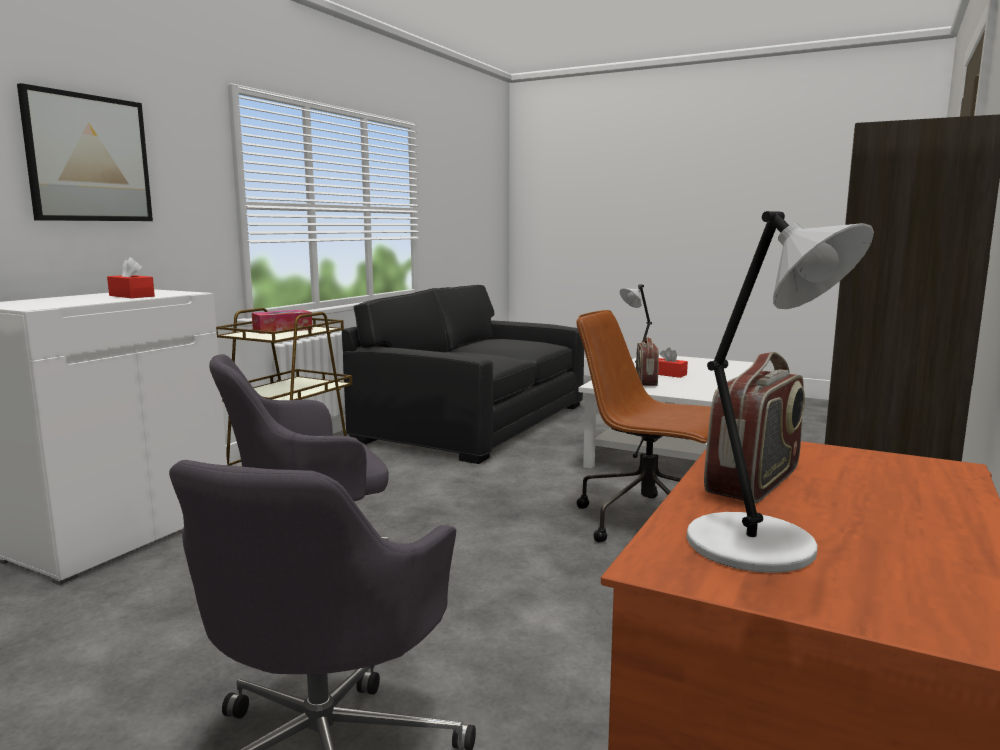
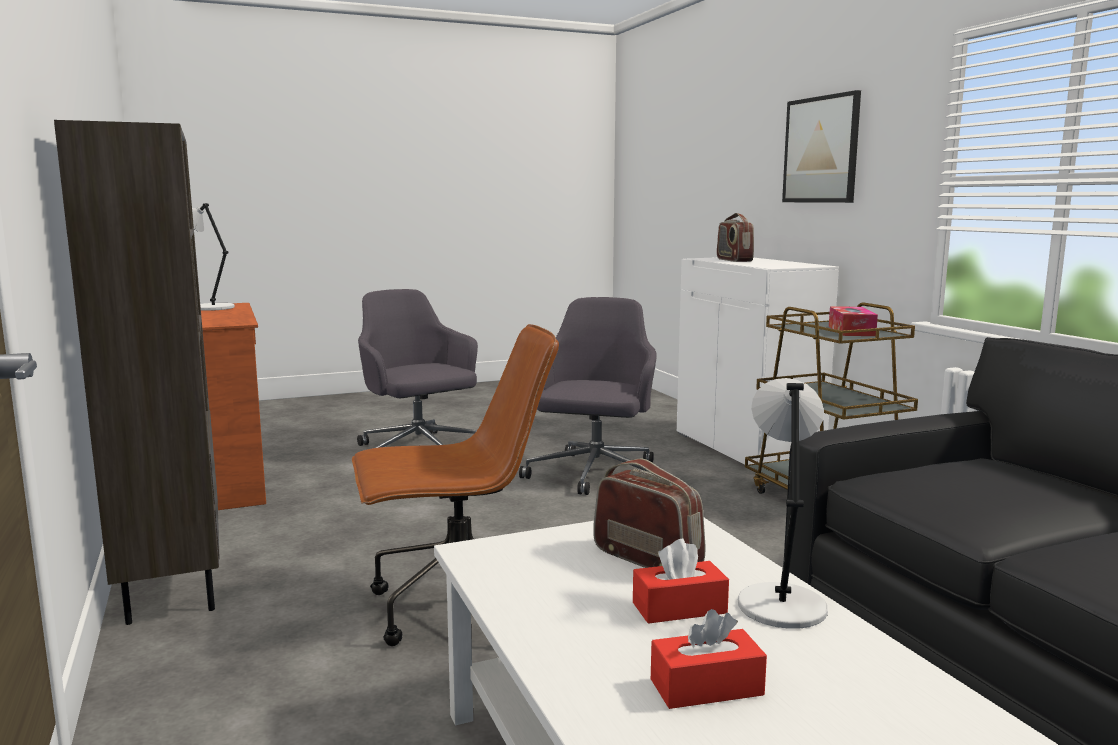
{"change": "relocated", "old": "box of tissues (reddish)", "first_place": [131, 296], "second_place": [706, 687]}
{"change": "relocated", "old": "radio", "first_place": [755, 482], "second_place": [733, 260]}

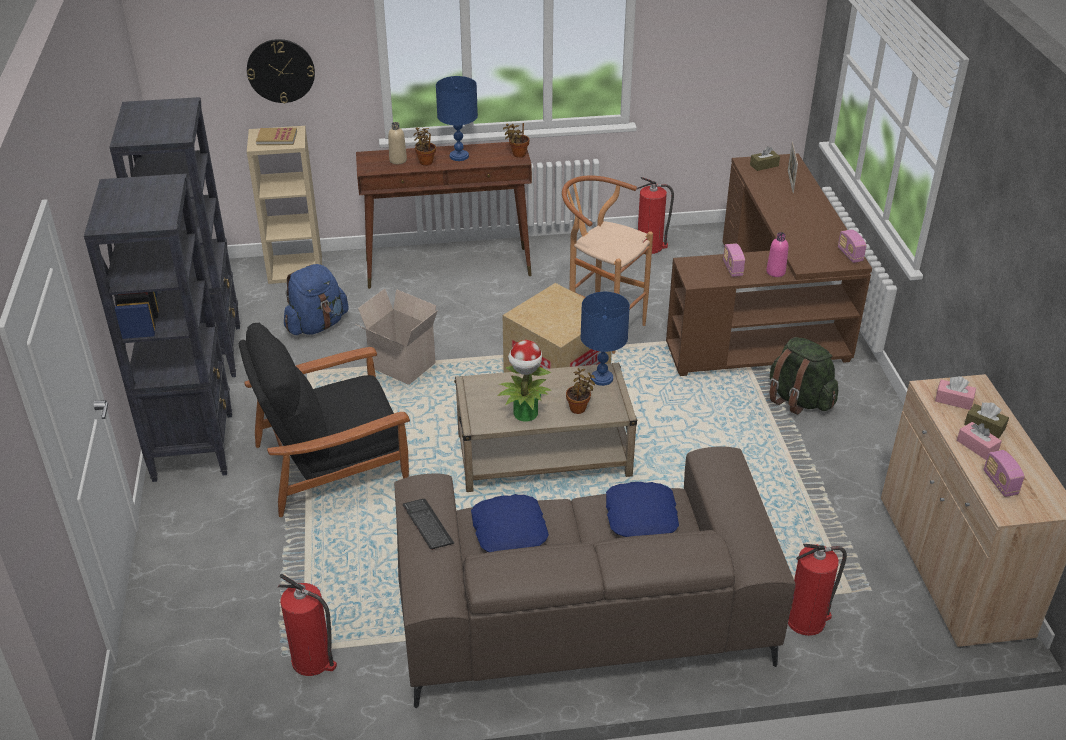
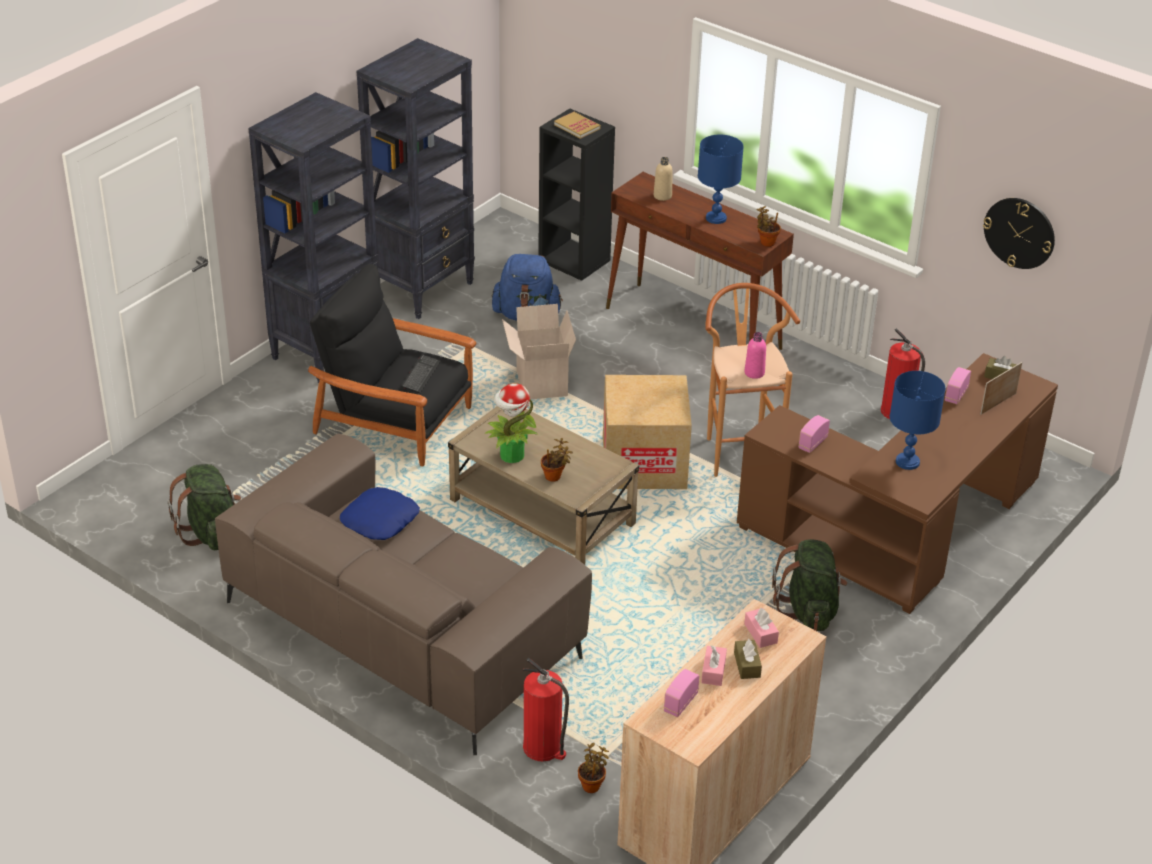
{"change": "relocated", "old": "hanging clock", "first_place": [281, 70], "second_place": [1019, 232]}
{"change": "colour", "old": "bookcase (beige)", "new": "bookcase (black)", "first_place": [296, 269], "second_place": [575, 260]}
{"change": "exchanged", "old": "extinguisher", "new": "knapsack (green-coloured)", "first_place": [313, 660], "second_place": [211, 533]}
{"change": "relocated", "old": "computer keyboard", "first_place": [428, 525], "second_place": [421, 375]}
{"change": "relocated", "old": "houseplant", "first_place": [425, 161], "second_place": [592, 785]}
{"change": "relocated", "old": "lamp for a table (bluish)", "first_place": [602, 378], "second_place": [908, 462]}
{"change": "missing", "old": "pillow (bluish)", "first_place": [640, 516]}
{"change": "relocated", "old": "bottle (pink)", "first_place": [775, 272], "second_place": [754, 373]}
{"change": "relocated", "old": "radio", "first_place": [850, 255], "second_place": [956, 395]}

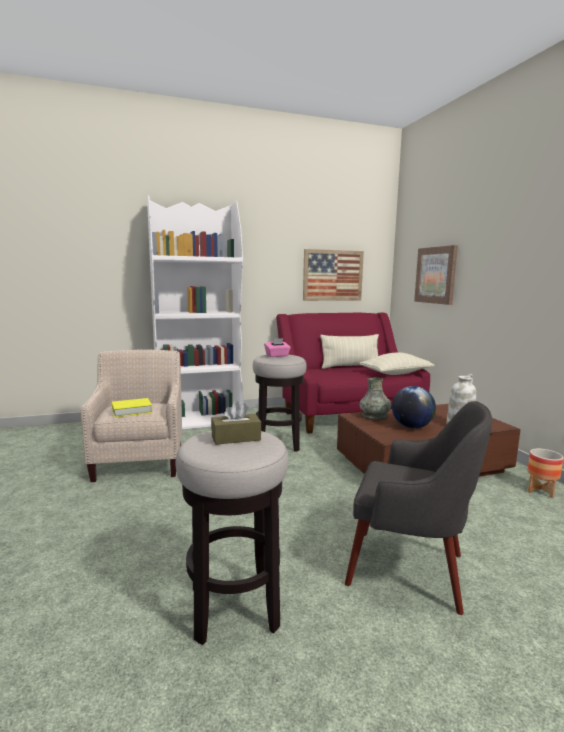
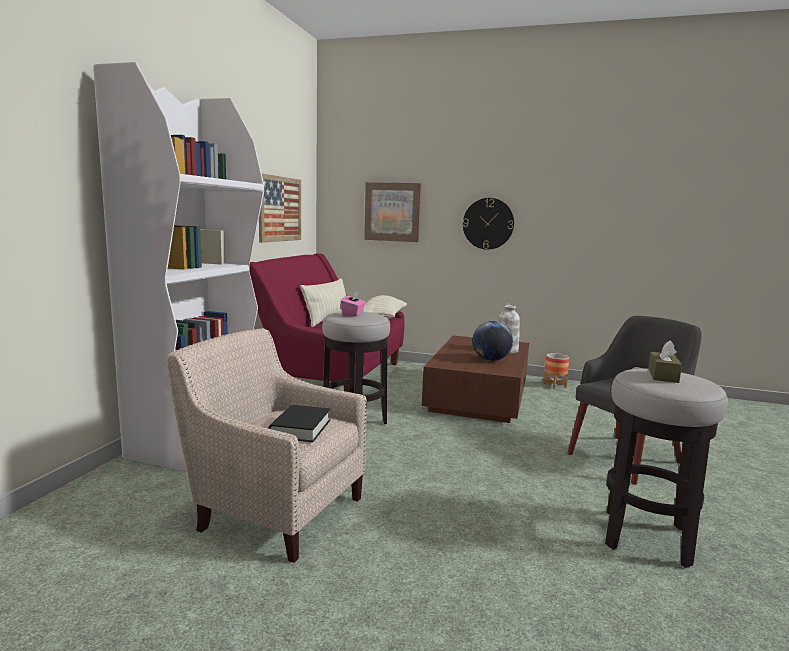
{"change": "colour", "old": "book (yellow-coloured)", "new": "book (black)", "first_place": [132, 411], "second_place": [300, 428]}
{"change": "missing", "old": "flower vase (gray)", "first_place": [374, 416]}
{"change": "appeared", "new": "hanging clock", "second_place": [488, 223]}

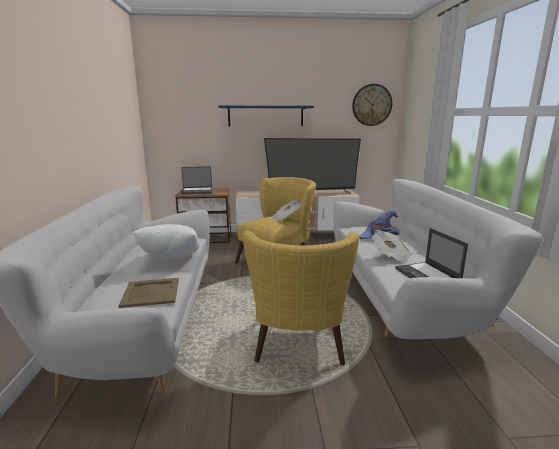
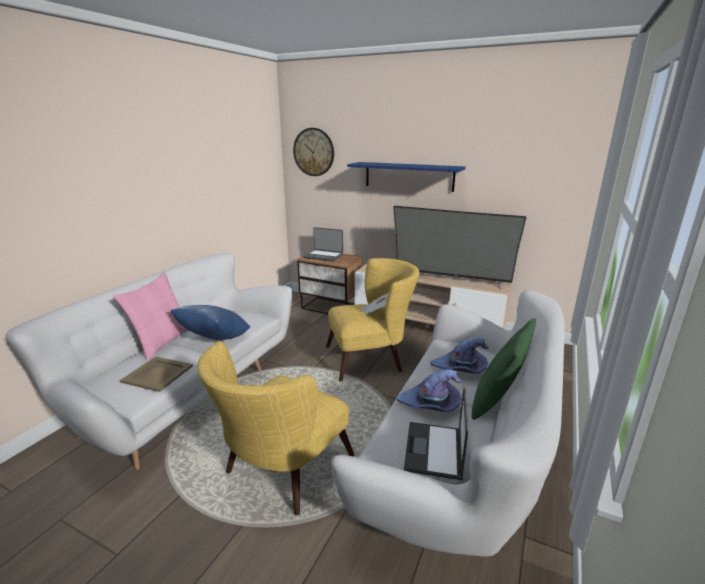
{"change": "colour", "old": "pillow (white)", "new": "pillow (bluish)", "first_place": [171, 260], "second_place": [214, 340]}
{"change": "relocated", "old": "hanging clock", "first_place": [372, 105], "second_place": [314, 152]}
{"change": "exchanged", "old": "printed paper", "new": "wearable hat (purple-coloured)", "first_place": [391, 256], "second_place": [430, 404]}
{"change": "appeared", "new": "pillow (pink)", "second_place": [163, 342]}
{"change": "appeared", "new": "pillow (green-coloured)", "second_place": [497, 400]}

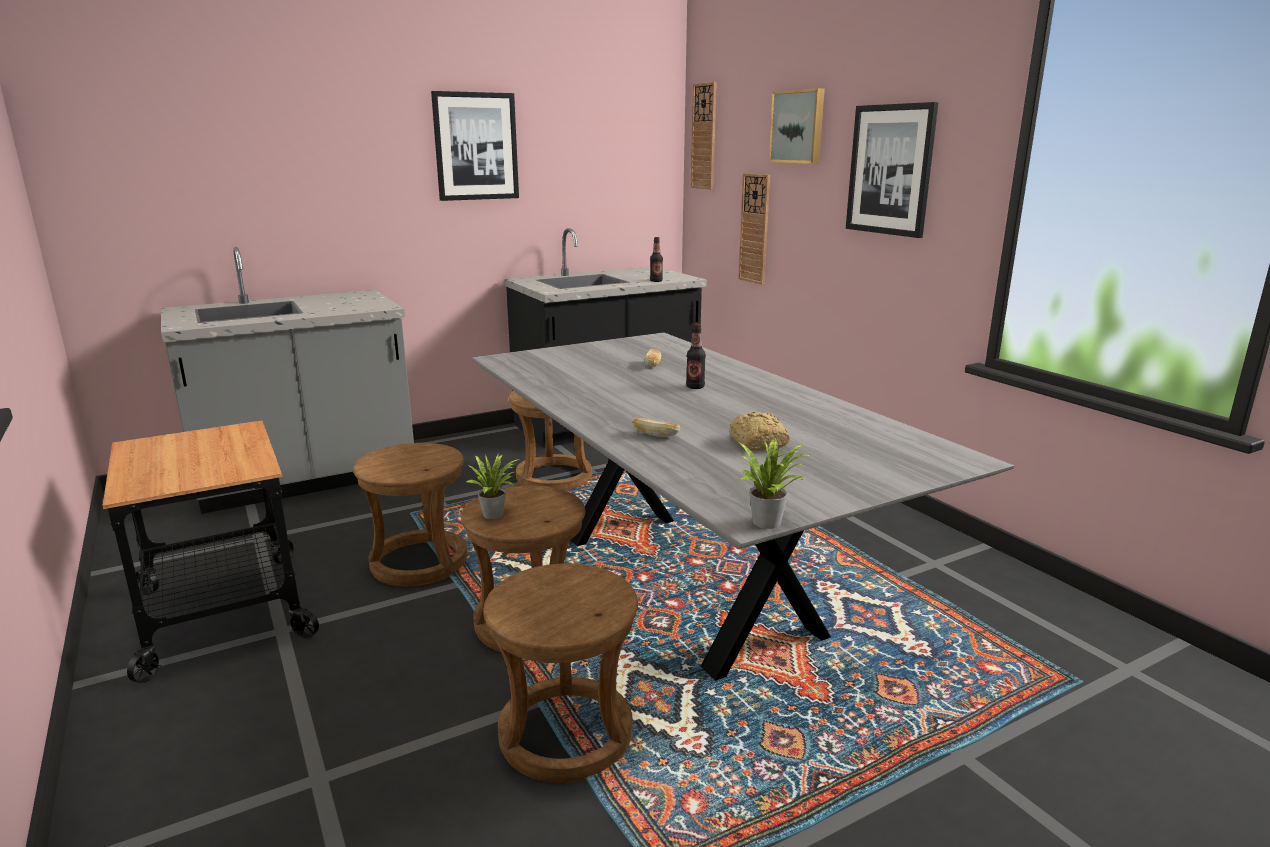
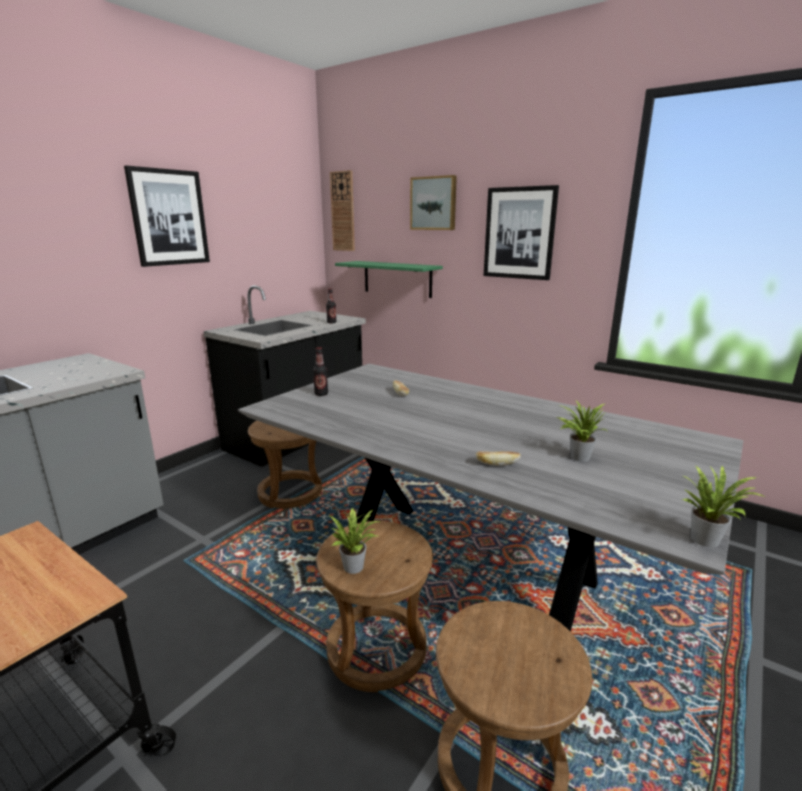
{"change": "missing", "old": "stool seat (brown-coloured)", "first_place": [418, 562]}
{"change": "relocated", "old": "bottle", "first_place": [695, 387], "second_place": [321, 394]}
{"change": "exchanged", "old": "bakery bread", "new": "houseplant", "first_place": [757, 443], "second_place": [577, 456]}
{"change": "exchanged", "old": "hanging clock", "new": "wall shelf (green-coloured)", "first_place": [755, 229], "second_place": [397, 279]}

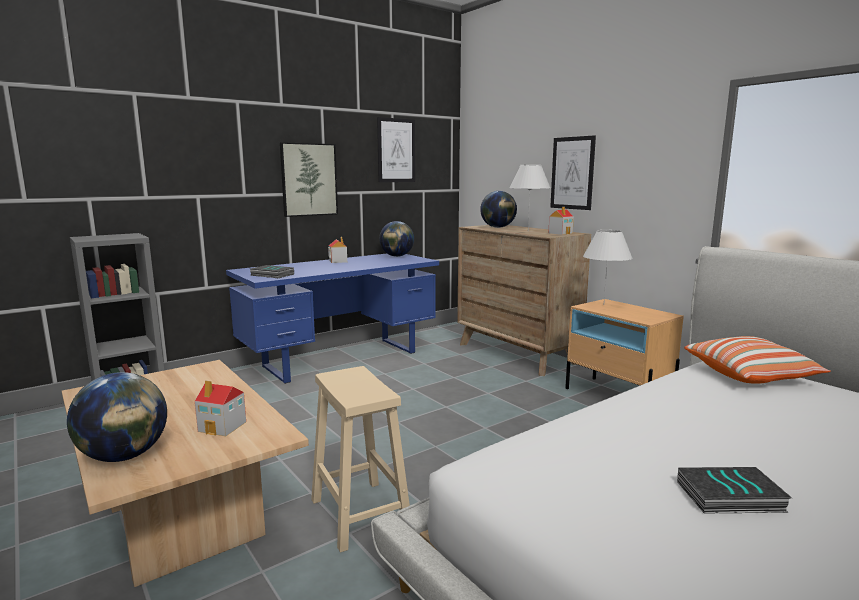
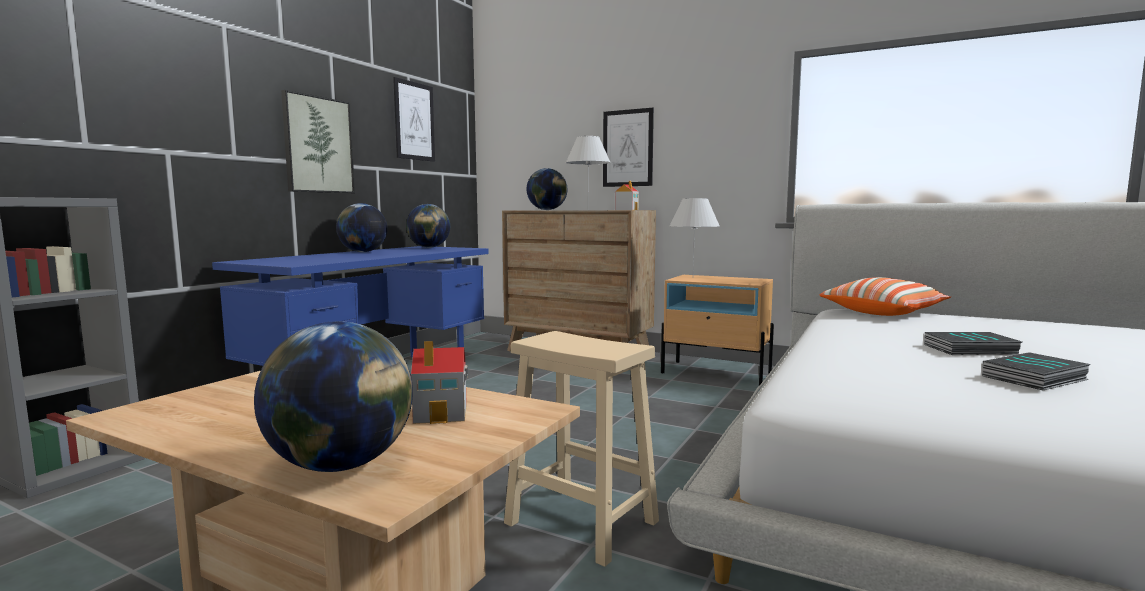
{"change": "relocated", "old": "book", "first_place": [271, 275], "second_place": [970, 350]}
{"change": "exchanged", "old": "miniature house", "new": "world globe", "first_place": [338, 261], "second_place": [363, 252]}

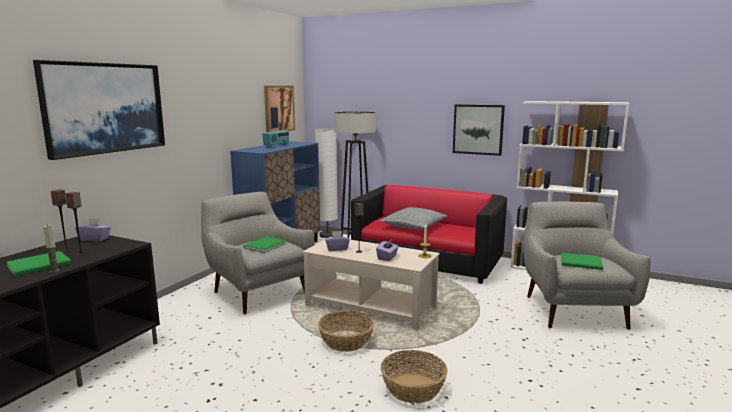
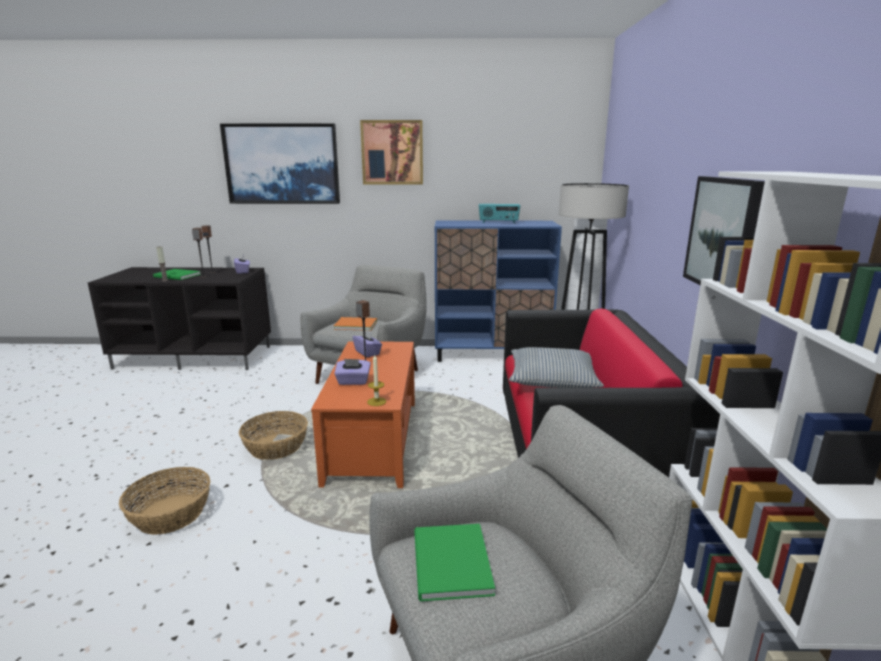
{"change": "colour", "old": "book (green-coloured)", "new": "book (orange)", "first_place": [263, 246], "second_place": [355, 325]}
{"change": "relocated", "old": "wall picture", "first_place": [279, 108], "second_place": [392, 152]}
{"change": "colour", "old": "lounge table (beige)", "new": "lounge table (orange)", "first_place": [370, 307], "second_place": [373, 441]}

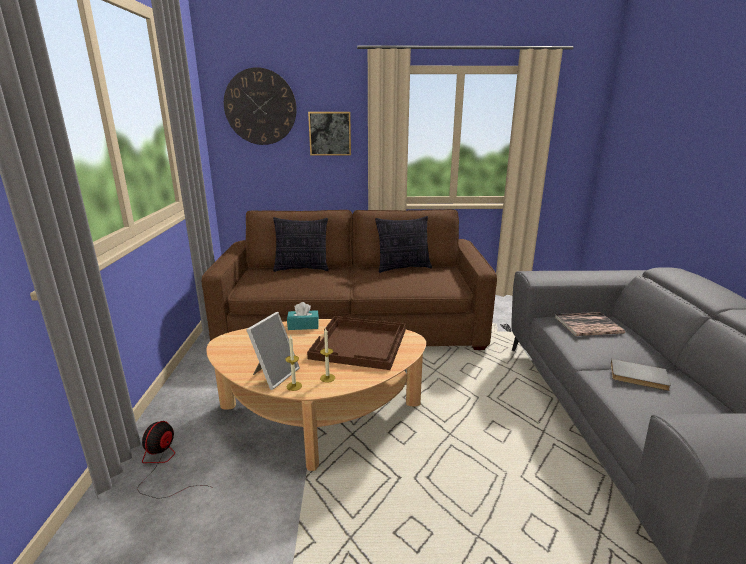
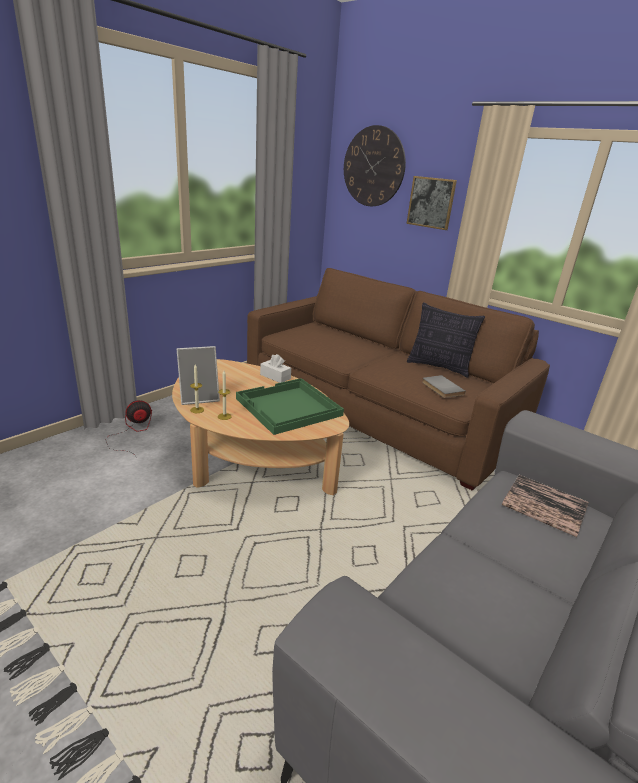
{"change": "missing", "old": "pillow", "first_place": [302, 269]}
{"change": "colour", "old": "box of tissues (turquoise)", "new": "box of tissues (white)", "first_place": [303, 326], "second_place": [275, 376]}
{"change": "colour", "old": "carrying tray (brown-coloured)", "new": "carrying tray (green-coloured)", "first_place": [360, 344], "second_place": [288, 407]}
{"change": "relocated", "old": "book (gray)", "first_place": [638, 377], "second_place": [441, 388]}

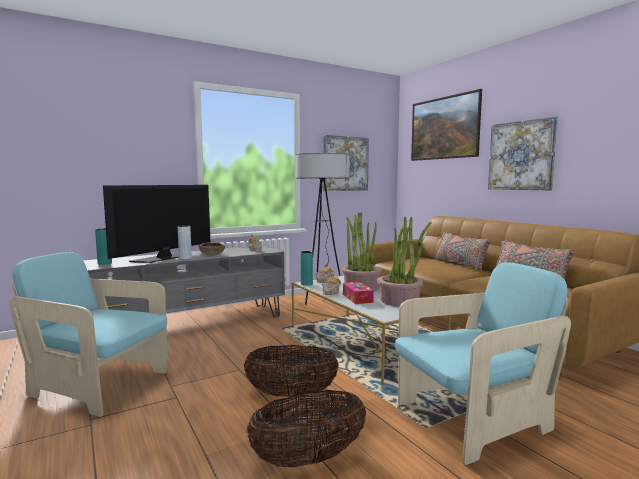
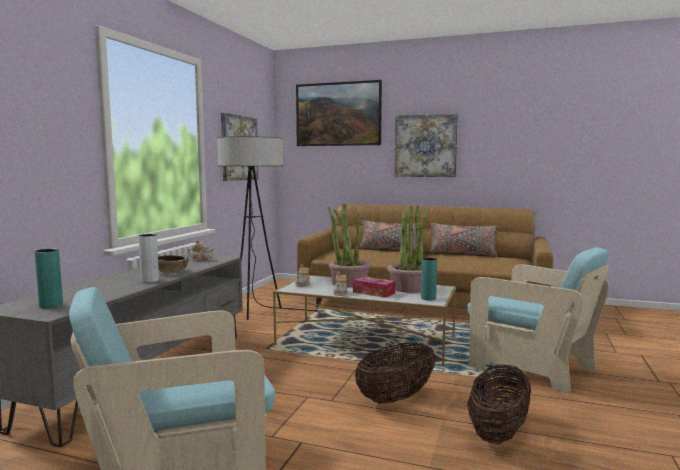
{"change": "missing", "old": "TV", "first_place": [164, 257]}
{"change": "relocated", "old": "flower vase (turquoise)", "first_place": [306, 284], "second_place": [428, 298]}
{"change": "spun", "old": "armchair (turquoise)", "first_place": [473, 420], "second_place": [531, 367], "degrees": 105}

